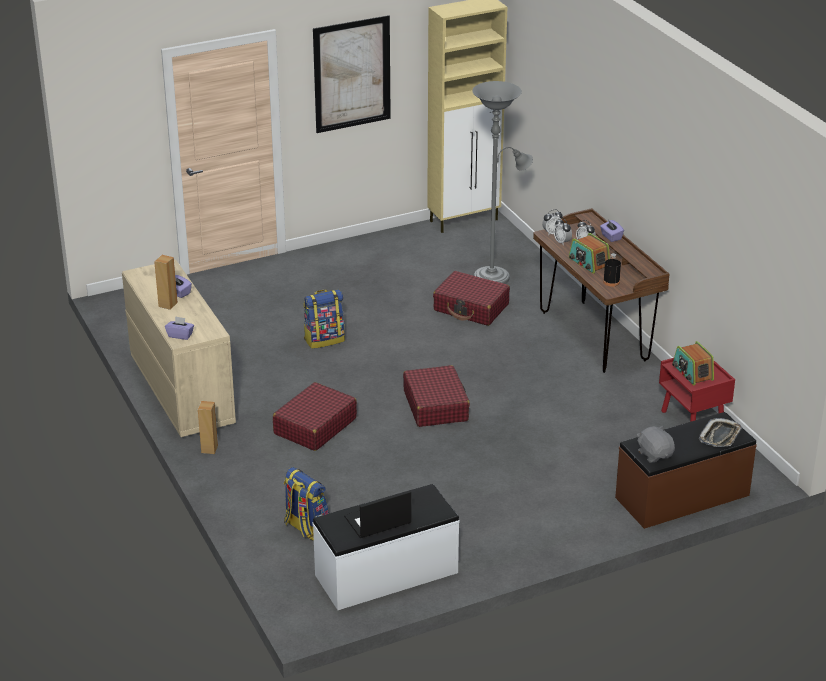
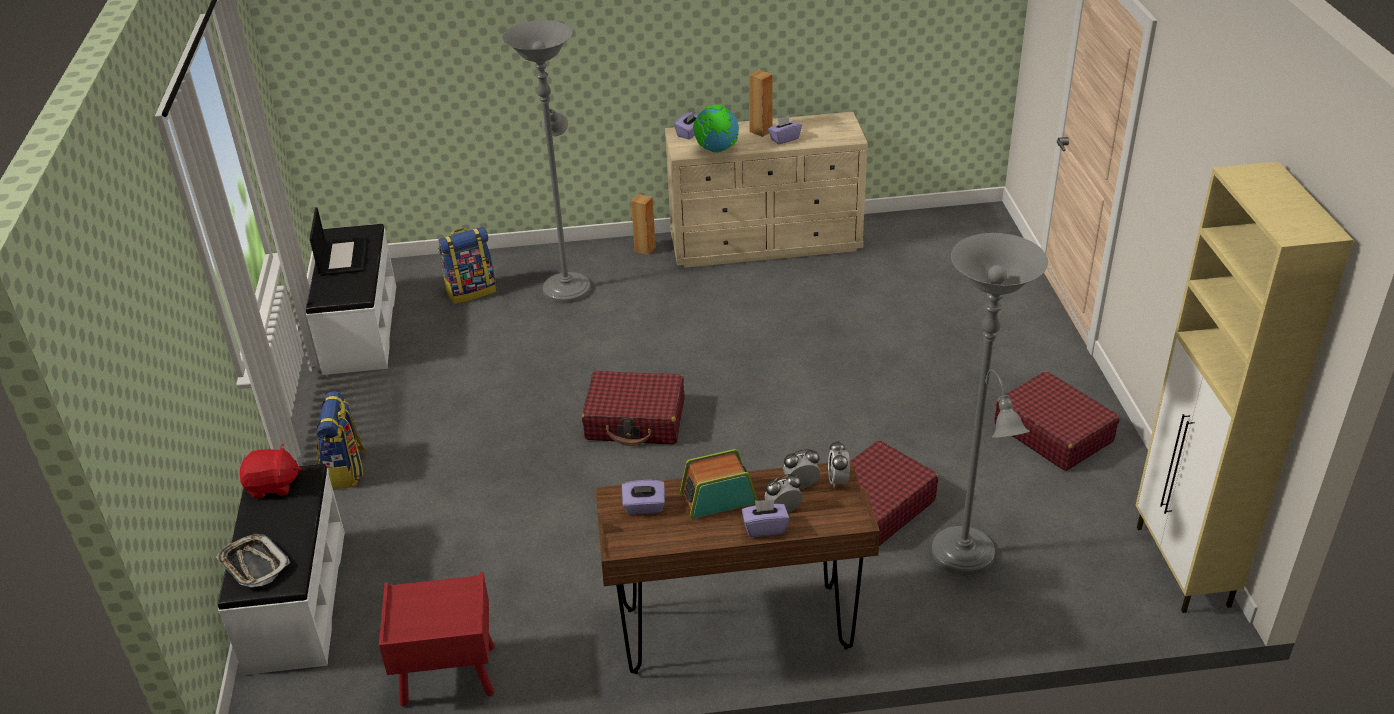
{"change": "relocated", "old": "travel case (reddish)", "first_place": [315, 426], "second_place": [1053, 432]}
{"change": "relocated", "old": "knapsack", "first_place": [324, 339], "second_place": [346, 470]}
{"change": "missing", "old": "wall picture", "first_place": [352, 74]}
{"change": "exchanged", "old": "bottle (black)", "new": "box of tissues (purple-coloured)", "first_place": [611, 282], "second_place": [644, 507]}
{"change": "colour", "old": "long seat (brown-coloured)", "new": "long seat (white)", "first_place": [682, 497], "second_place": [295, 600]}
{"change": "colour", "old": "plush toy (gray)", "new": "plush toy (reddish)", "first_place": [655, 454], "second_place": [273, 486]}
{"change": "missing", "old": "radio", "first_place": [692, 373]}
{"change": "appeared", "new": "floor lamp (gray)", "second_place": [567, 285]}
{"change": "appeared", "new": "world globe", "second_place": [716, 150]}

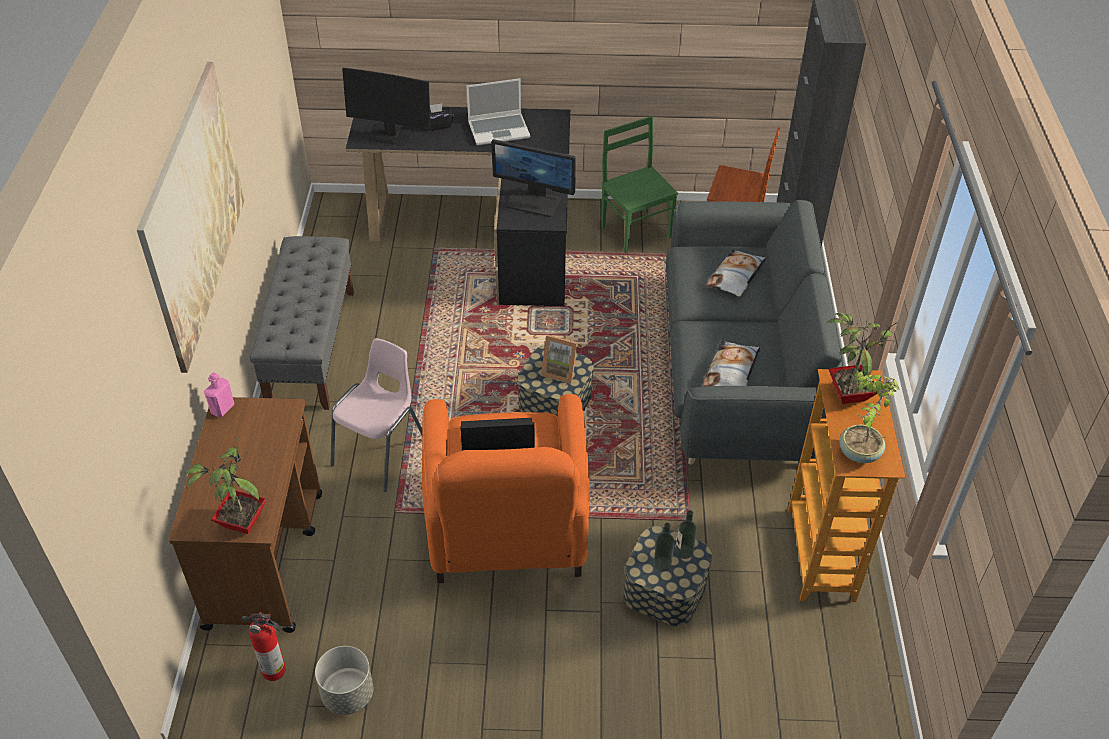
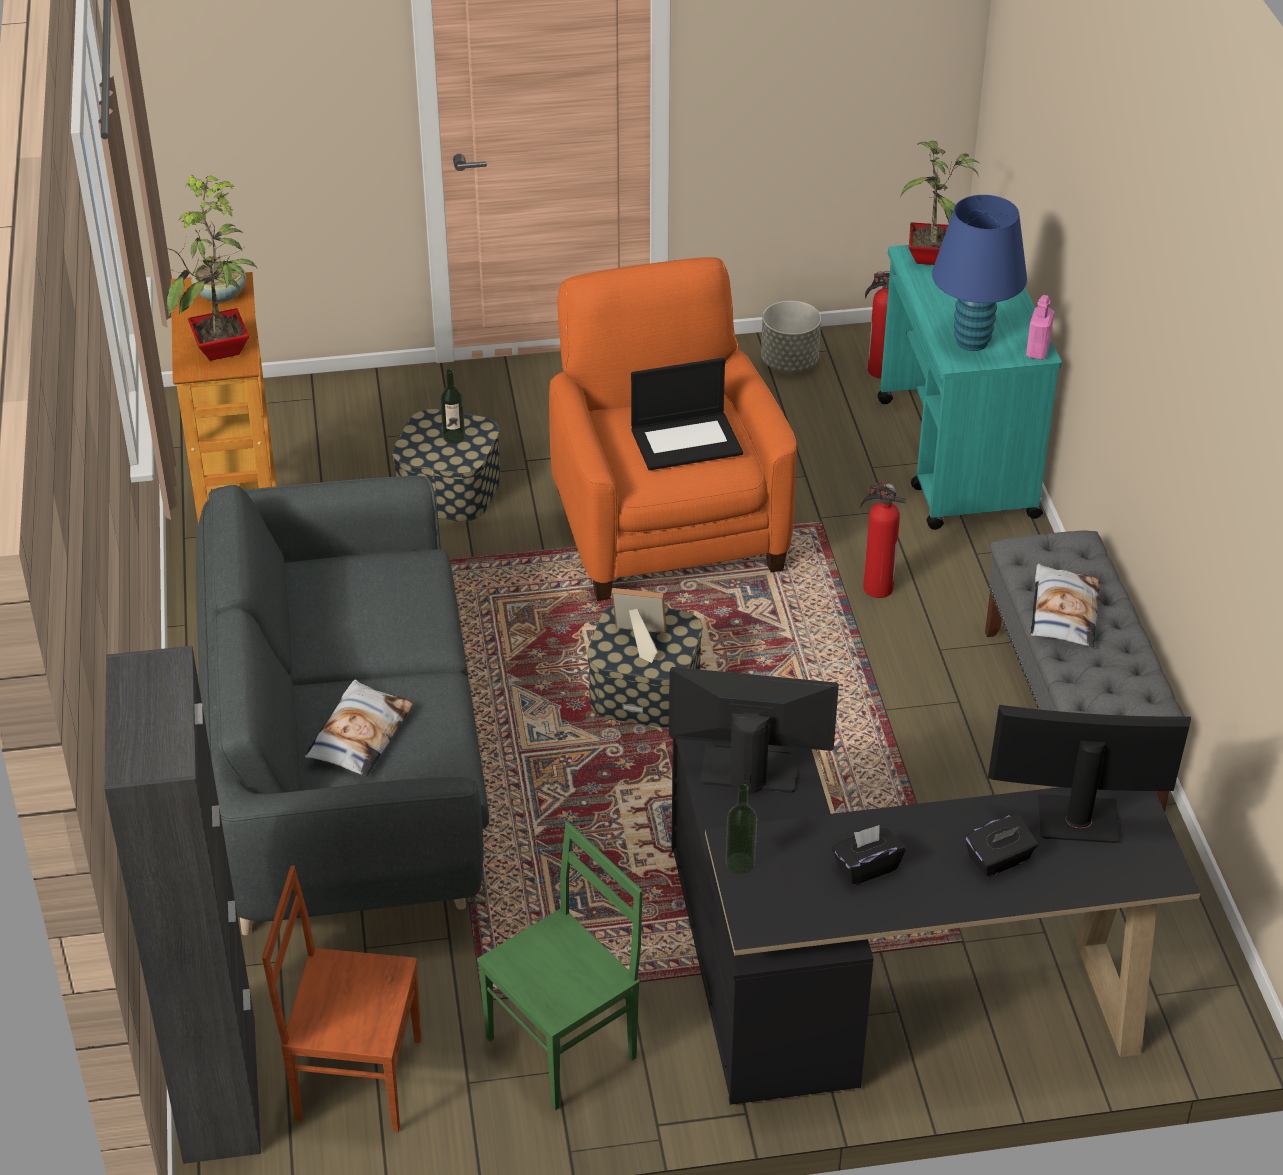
{"change": "missing", "old": "wall picture", "first_place": [194, 213]}
{"change": "colour", "old": "wheeled cart (brown-coloured)", "new": "wheeled cart (turquoise)", "first_place": [265, 558], "second_place": [957, 459]}
{"change": "exchanged", "old": "plain chair (pink)", "new": "extinguisher", "first_place": [381, 452], "second_place": [875, 587]}
{"change": "exchanged", "old": "portable computer", "new": "box of tissues (black)", "first_place": [499, 130], "second_place": [866, 867]}
{"change": "spun", "old": "plain chair (green-coloured)", "first_place": [636, 231], "second_place": [564, 1048], "degrees": -90}
{"change": "relocated", "old": "bottle", "first_place": [684, 551], "second_place": [740, 863]}
{"change": "relocated", "old": "pillow", "first_place": [731, 372], "second_place": [1062, 613]}
{"change": "appeared", "new": "lamp for a table (bluish)", "second_place": [971, 341]}

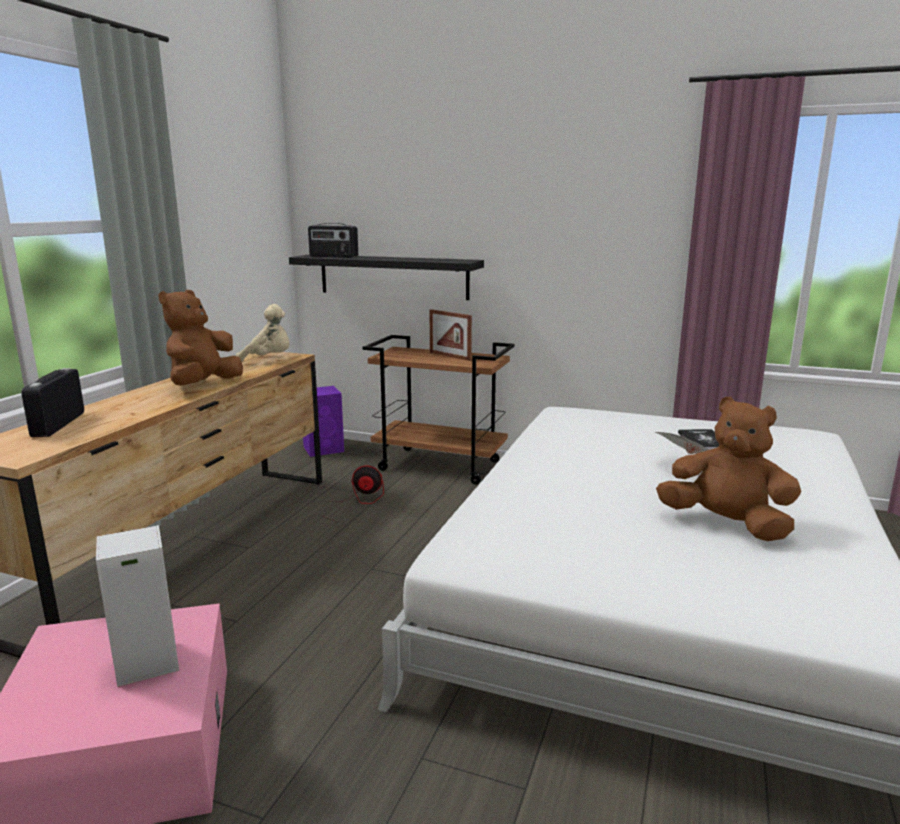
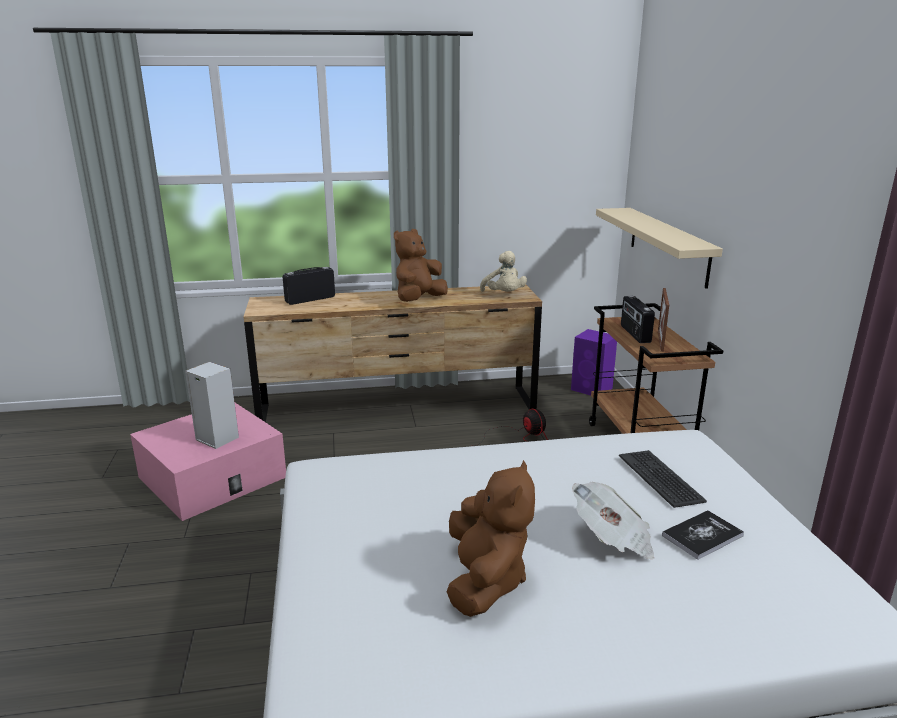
{"change": "spun", "old": "plush toy (brown-coloured)", "first_place": [203, 385], "second_place": [418, 300], "degrees": -45}
{"change": "colour", "old": "wall shelf (black)", "new": "wall shelf (beige)", "first_place": [393, 276], "second_place": [668, 245]}
{"change": "relocated", "old": "radio", "first_place": [333, 257], "second_place": [634, 334]}
{"change": "appeared", "new": "computer keyboard", "second_place": [661, 478]}

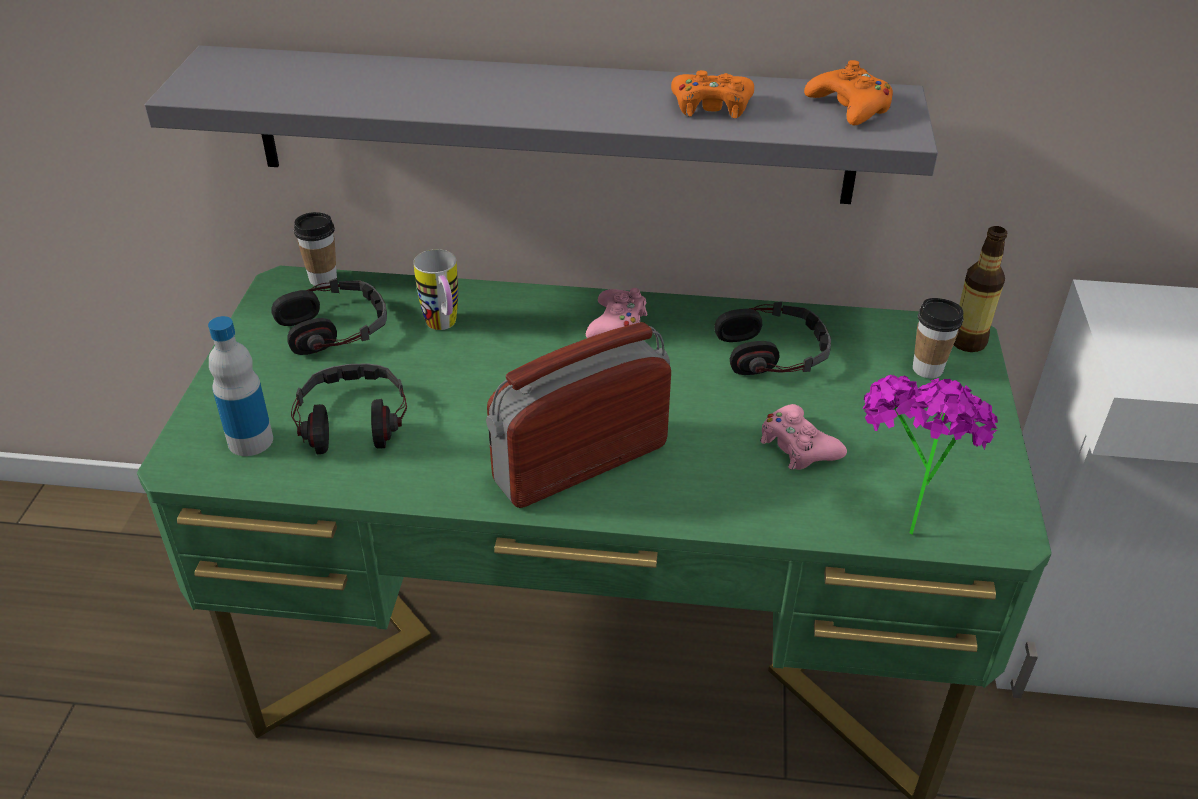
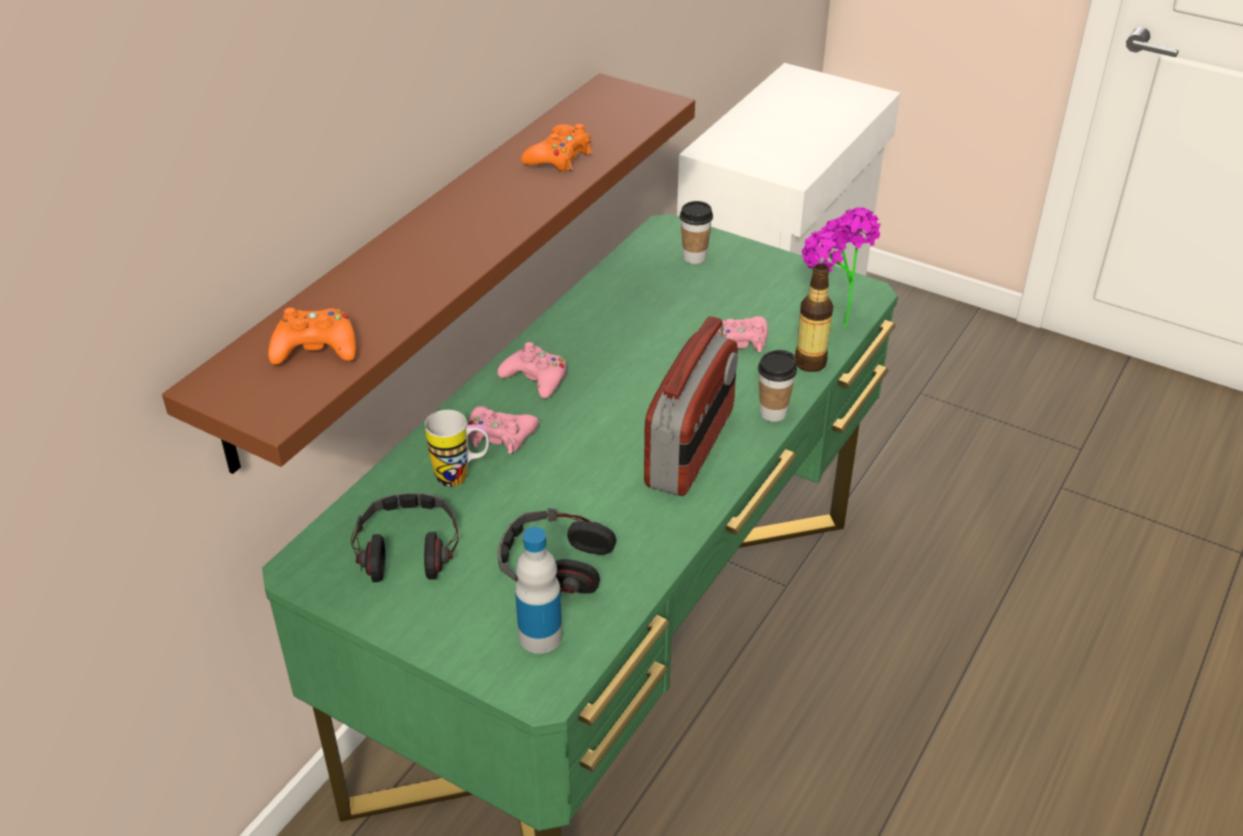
{"change": "colour", "old": "wall shelf (gray)", "new": "wall shelf (brown-coloured)", "first_place": [552, 125], "second_place": [422, 259]}
{"change": "relocated", "old": "cup", "first_place": [323, 279], "second_place": [773, 413]}
{"change": "spun", "old": "radio", "first_place": [580, 463], "second_place": [691, 448], "degrees": -150}
{"change": "missing", "old": "pair of headphones", "first_place": [772, 351]}
{"change": "relocated", "old": "game controller (orange)", "first_place": [850, 107], "second_place": [315, 348]}
{"change": "relocated", "old": "bottle", "first_place": [967, 342], "second_place": [810, 363]}
{"change": "appeared", "new": "game controller (pink)", "second_place": [500, 435]}

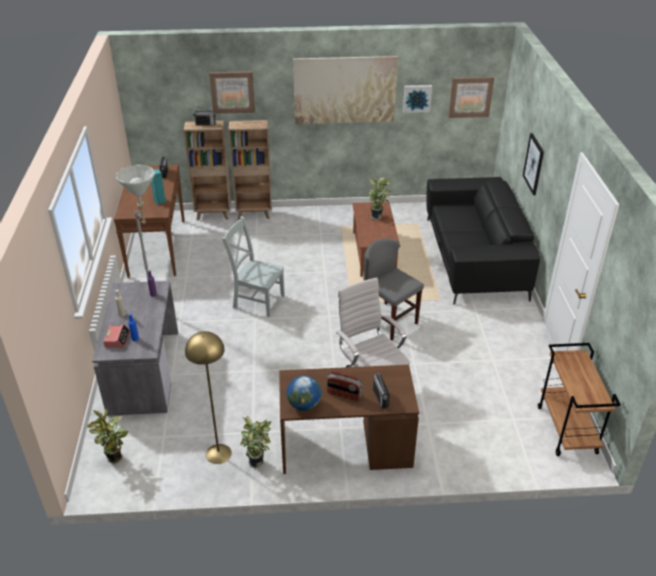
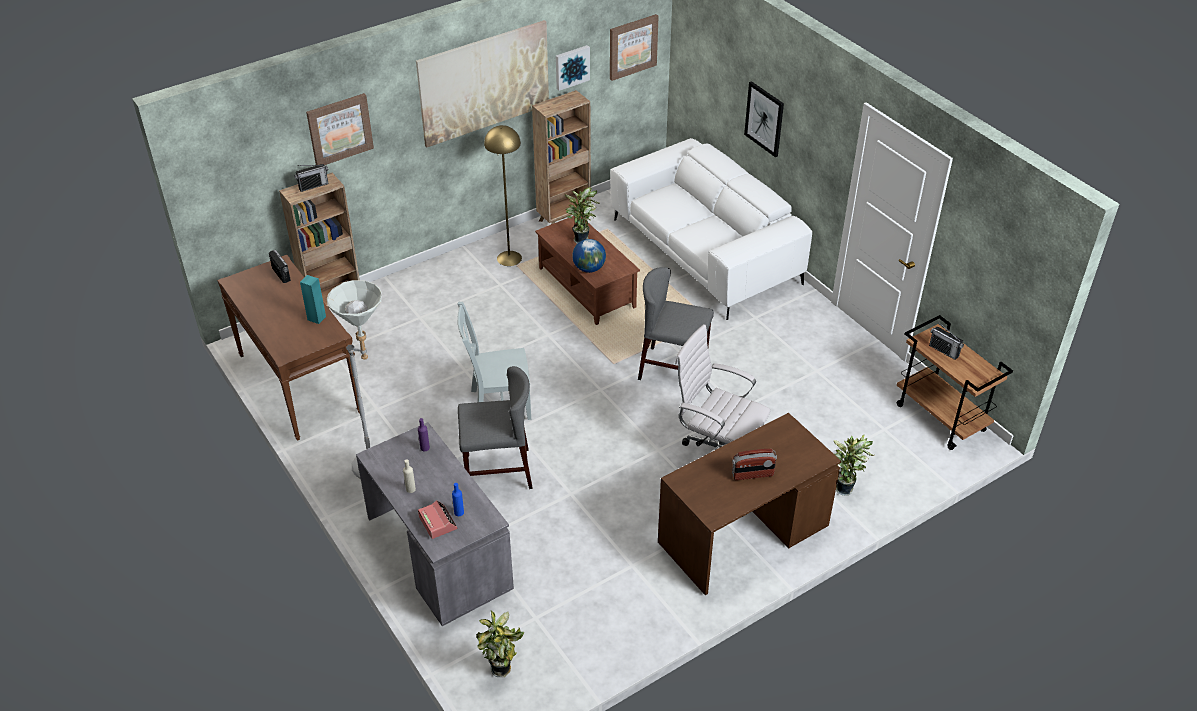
{"change": "relocated", "old": "floor lamp (yellow-coloured)", "first_place": [218, 453], "second_place": [509, 258]}
{"change": "relocated", "old": "bookcase (brown-coloured)", "first_place": [254, 214], "second_place": [564, 219]}
{"change": "relocated", "old": "houseplant", "first_place": [258, 462], "second_place": [845, 488]}
{"change": "relocated", "old": "world globe", "first_place": [304, 405], "second_place": [589, 268]}
{"change": "relocated", "old": "radio", "first_place": [380, 398], "second_place": [944, 351]}
{"change": "colour", "old": "settee (black)", "new": "settee (white)", "first_place": [474, 257], "second_place": [705, 251]}
{"change": "appeared", "new": "plain chair (gray)", "second_place": [498, 471]}

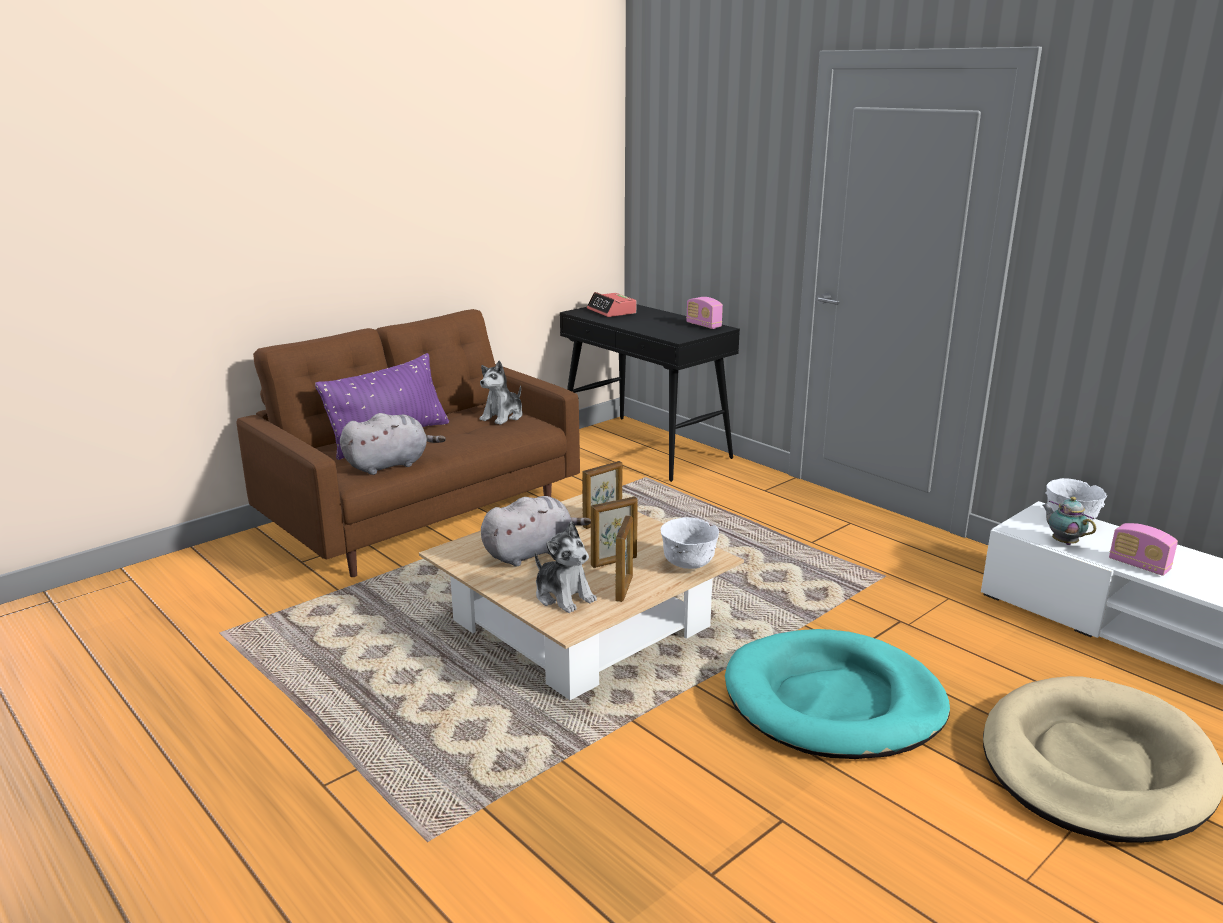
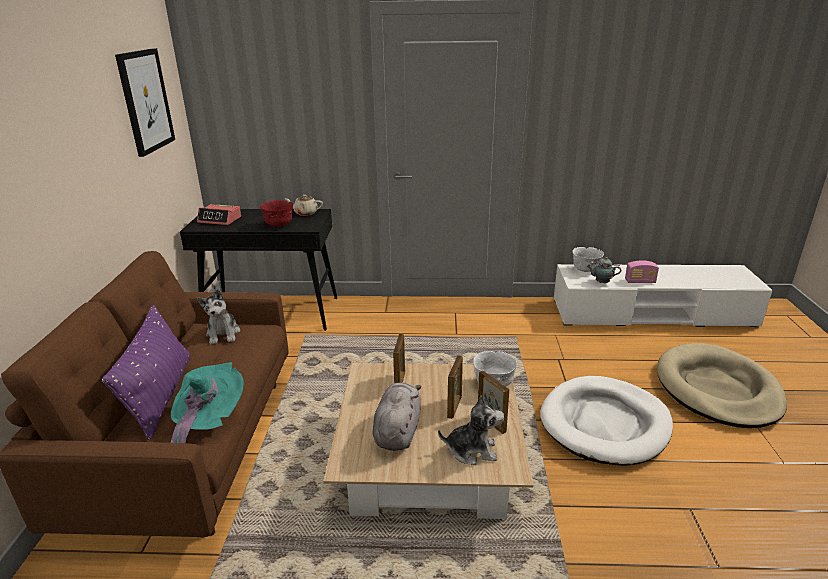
{"change": "exchanged", "old": "plush toy (gray)", "new": "wearable hat (turquoise)", "first_place": [390, 465], "second_place": [208, 420]}
{"change": "exchanged", "old": "radio", "new": "pot for tea (beige)", "first_place": [703, 325], "second_place": [305, 213]}
{"change": "colour", "old": "pet bed (turquoise)", "new": "pet bed (white)", "first_place": [833, 701], "second_place": [605, 423]}
{"change": "appeared", "new": "wall picture", "second_place": [145, 101]}
{"change": "appeared", "new": "deep dish (reddish)", "second_place": [279, 225]}

